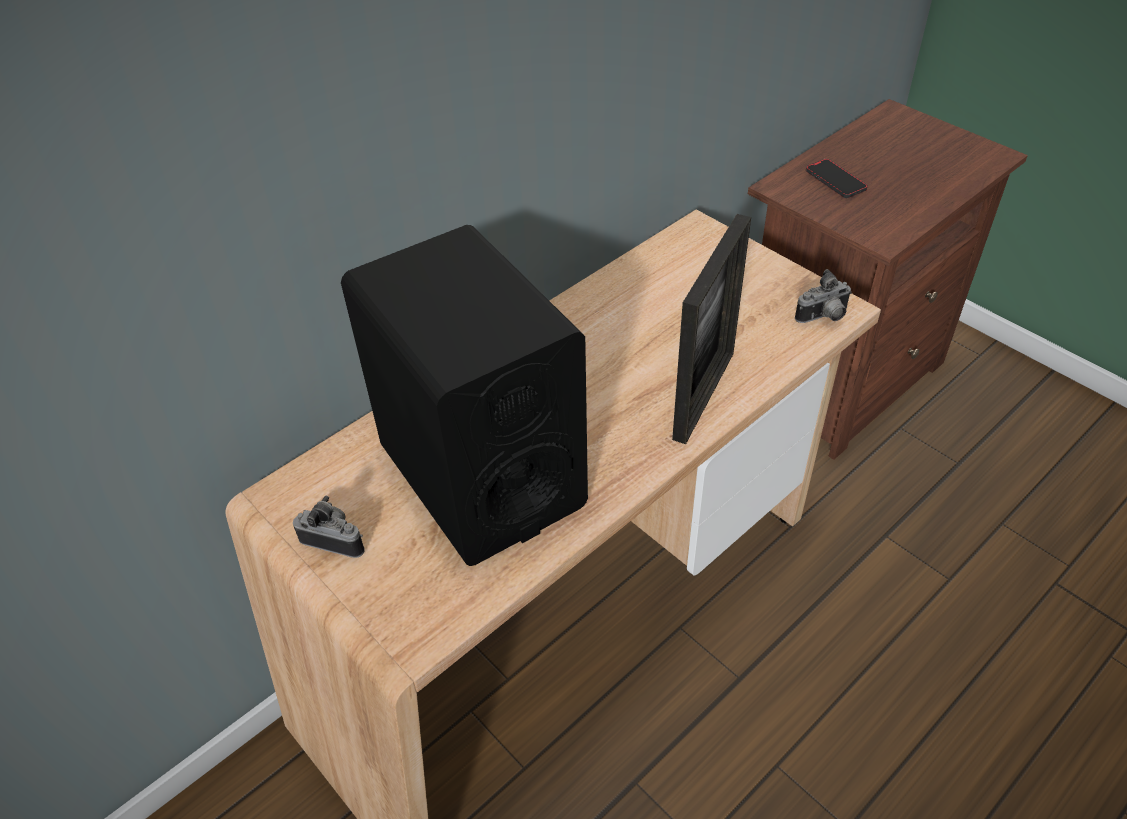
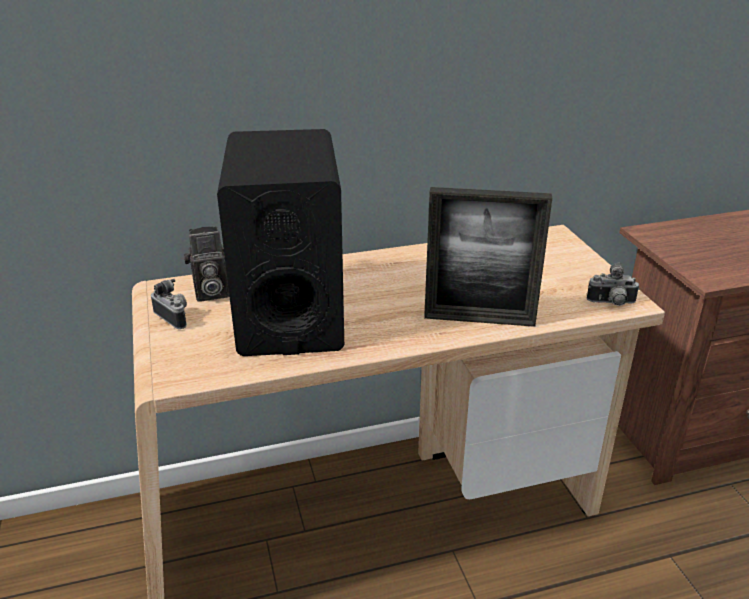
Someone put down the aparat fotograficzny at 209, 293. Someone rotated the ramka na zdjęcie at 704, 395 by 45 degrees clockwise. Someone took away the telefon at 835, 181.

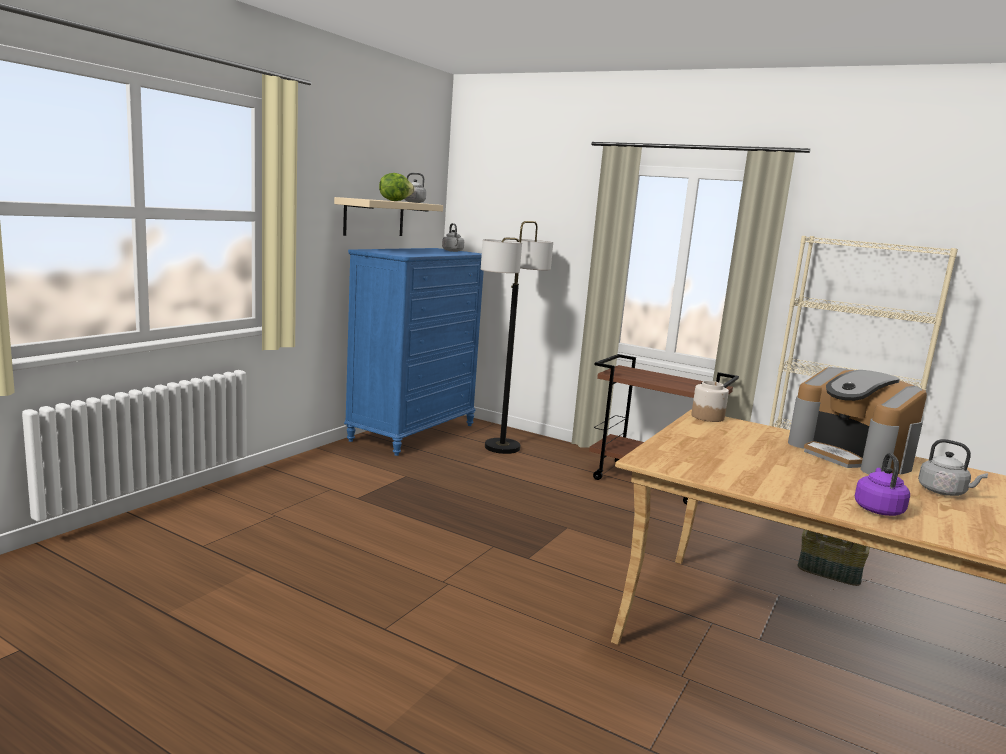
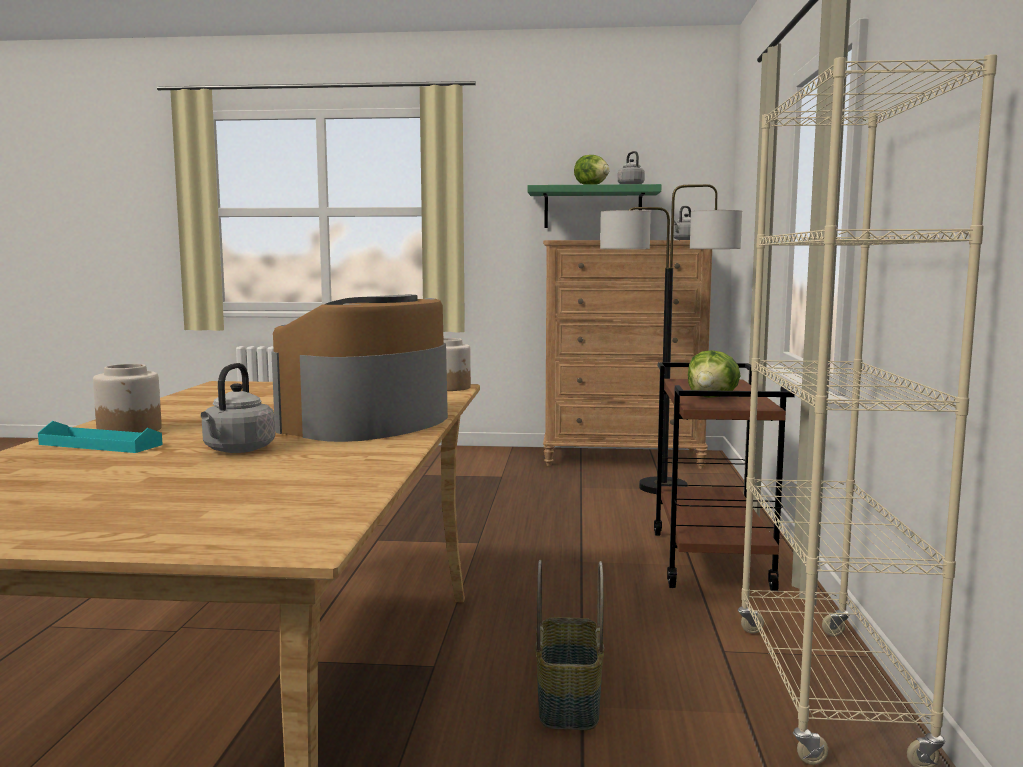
Someone put down the taca [turkusowy] at 100, 444. Someone swapped the czajnik [fioletowy] at 877, 509 for the słoik at 130, 430. Someone repainted the półka [beżowy] at 374, 217, which became the półka [zielony] at 593, 208. Someone repainted the komoda [niebieski] at 413, 432, which became the komoda [brązowy] at 623, 458. Someone put down the sałata at 712, 398.

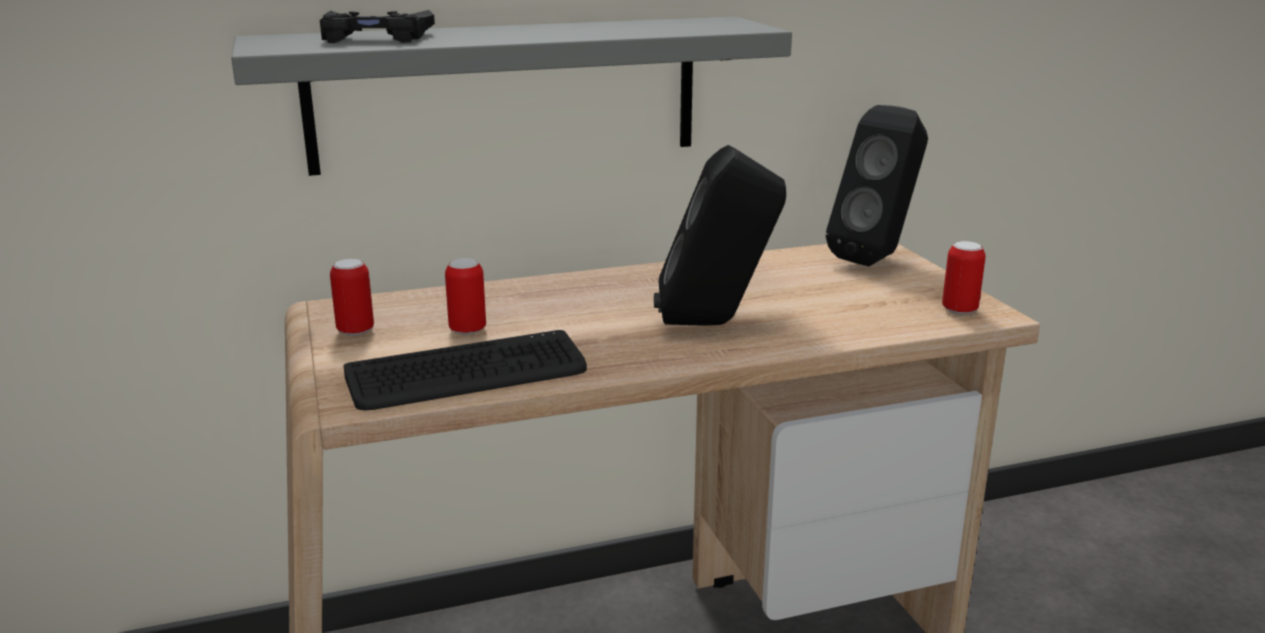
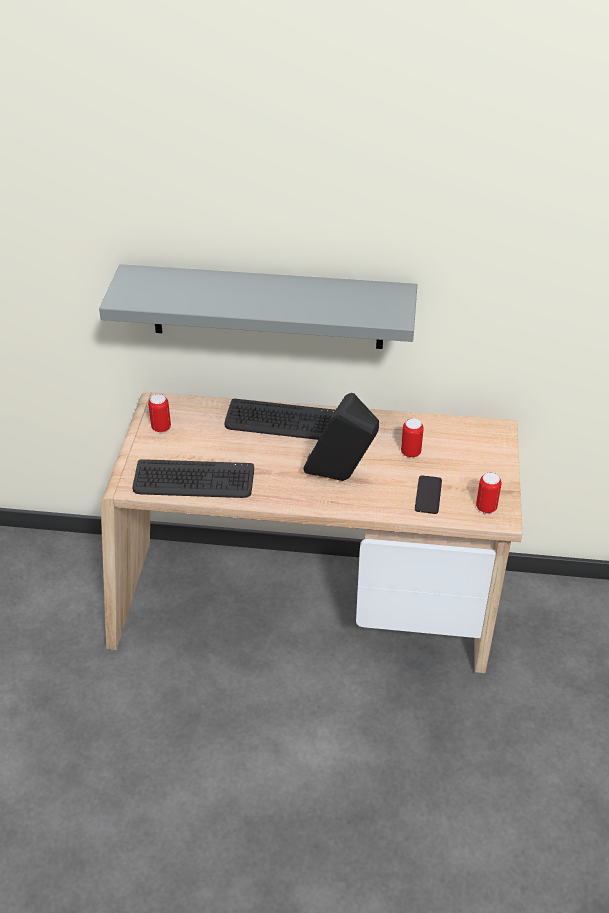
Someone put down the klawiatura at 281, 422. Someone carried the puszka from 467, 330 to 410, 452. Someone put down the telefon at 428, 495. Someone took away the pad do gier [czarny] at 375, 37. Someone took away the głośnik [czarny] at 877, 258.

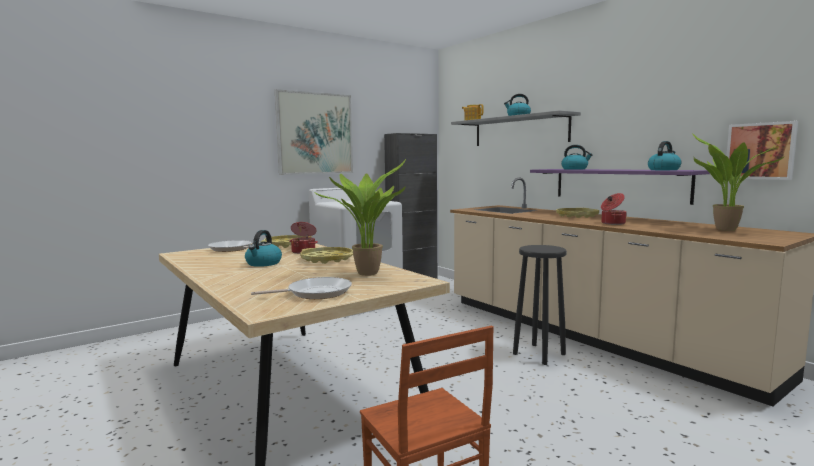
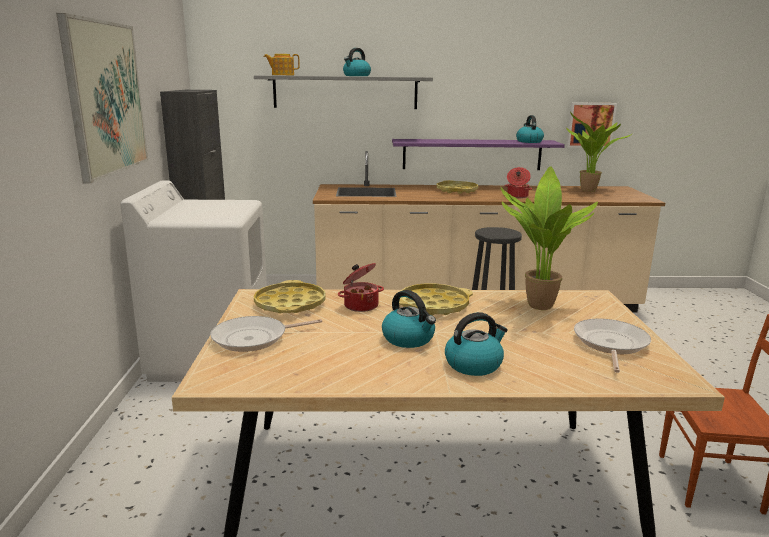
Someone carried the czajnik from 575, 169 to 474, 364.

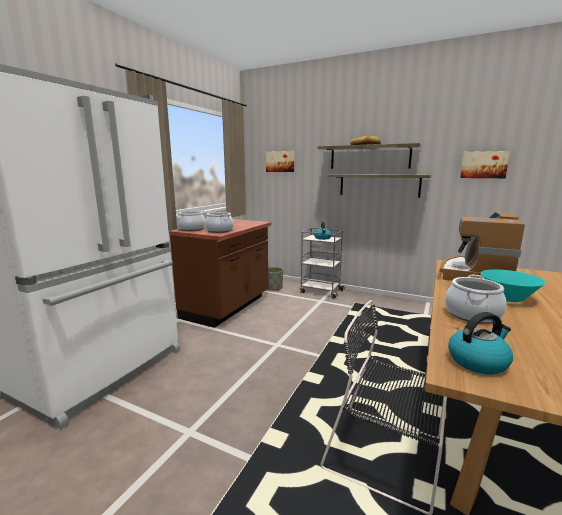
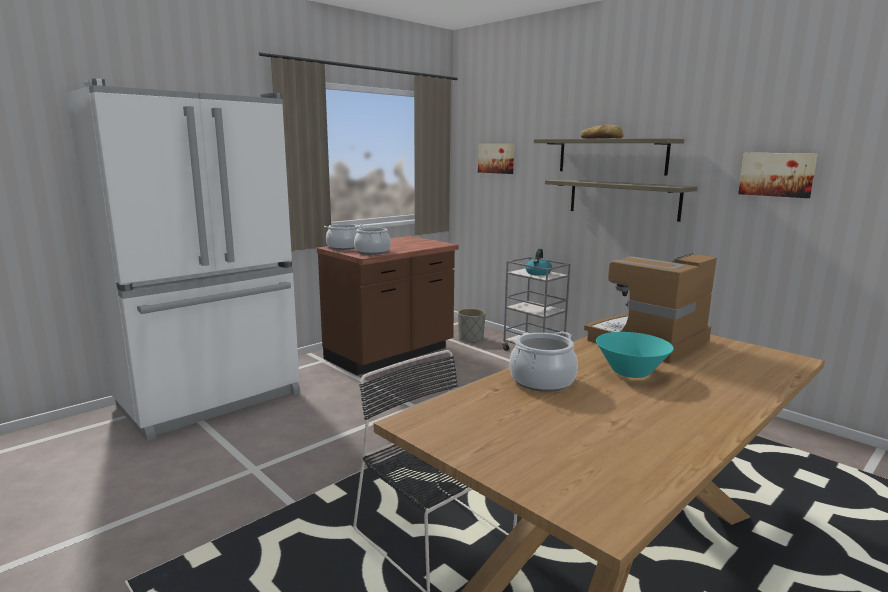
Someone took away the czajnik at 478, 361.

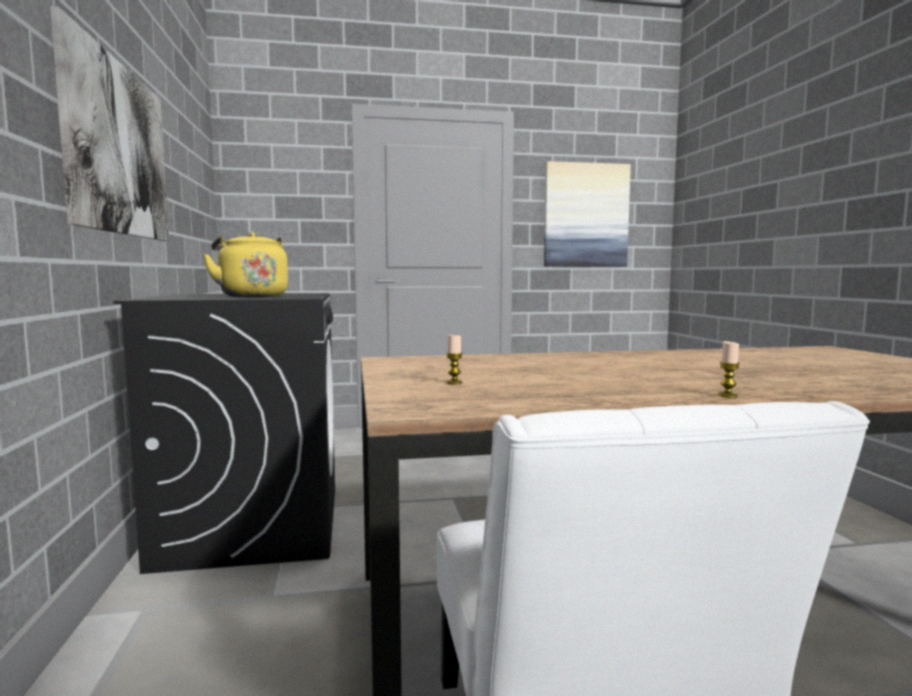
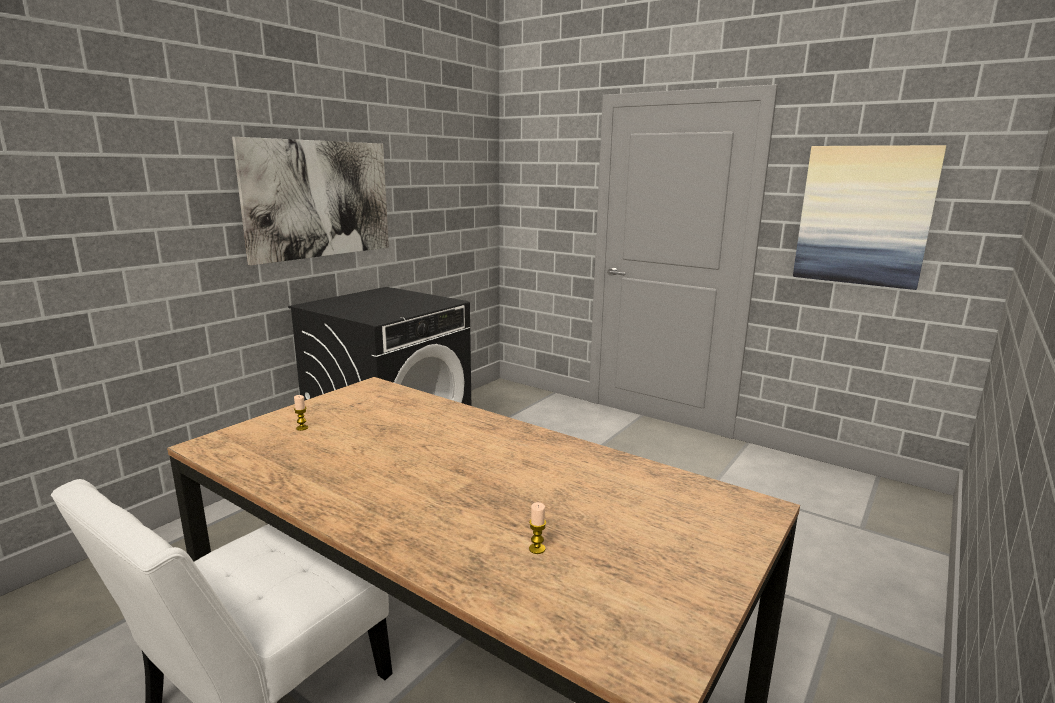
Someone carried the świeca from 727, 395 to 537, 549. Someone took away the czajnik [żółty] at 252, 296.

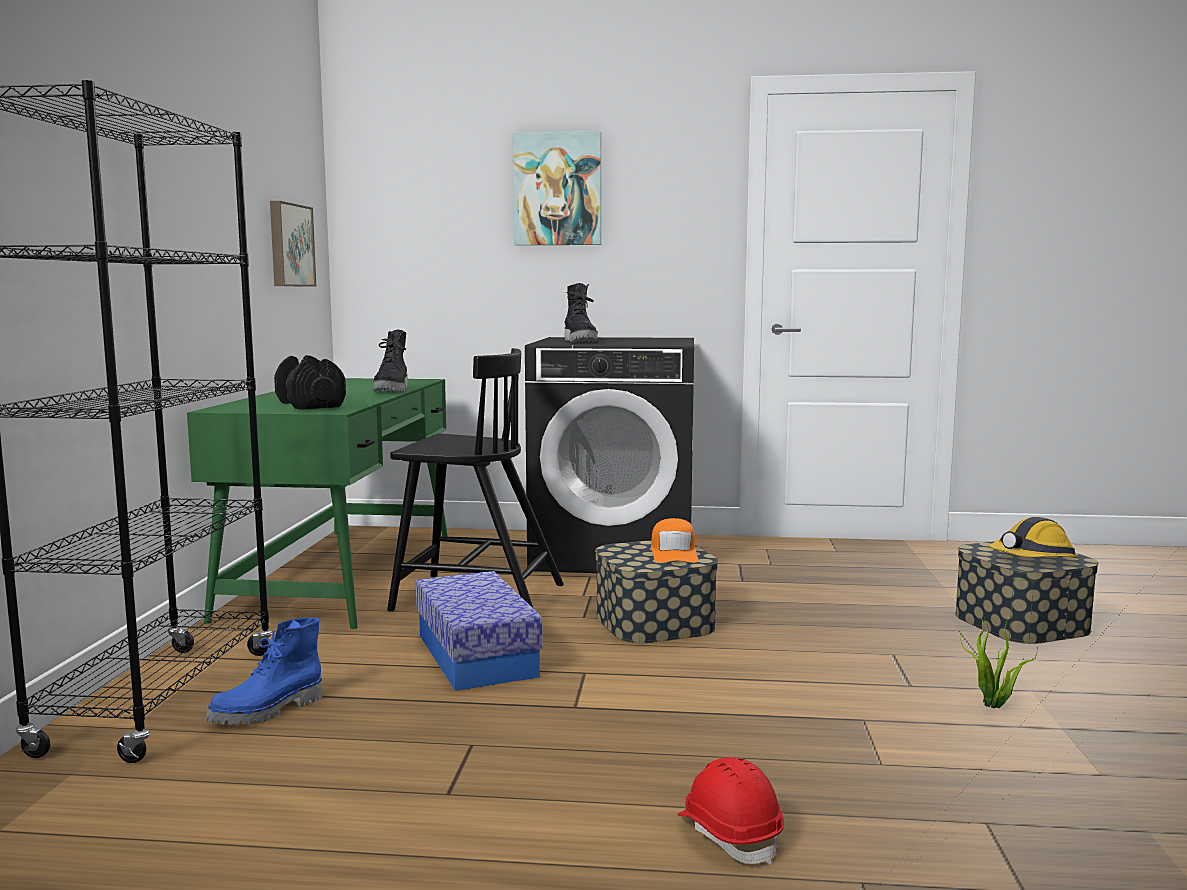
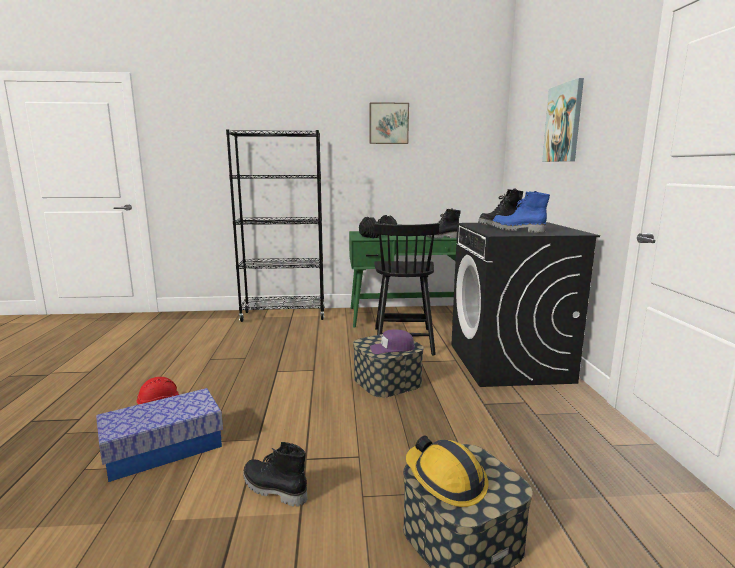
Someone carried the pojemnik do przechowywania from 476, 655 to 164, 448. Someone swapped the roślina doniczkowa at 993, 706 for the but z cholewką [czarny] at 273, 490. Someone carried the obraz from 289, 245 to 388, 123. Someone repainted the czapka z daszkiem [pomarańczowy] at 674, 553, which became the czapka z daszkiem [fioletowy] at 392, 348. Someone carried the but z cholewką [niebieski] from 268, 711 to 517, 230.

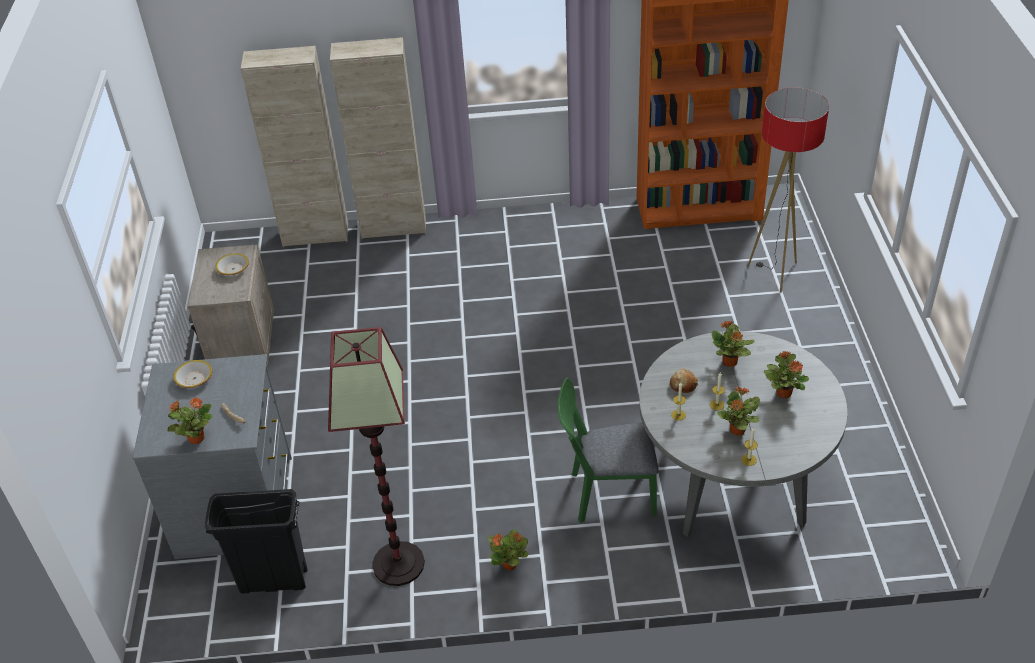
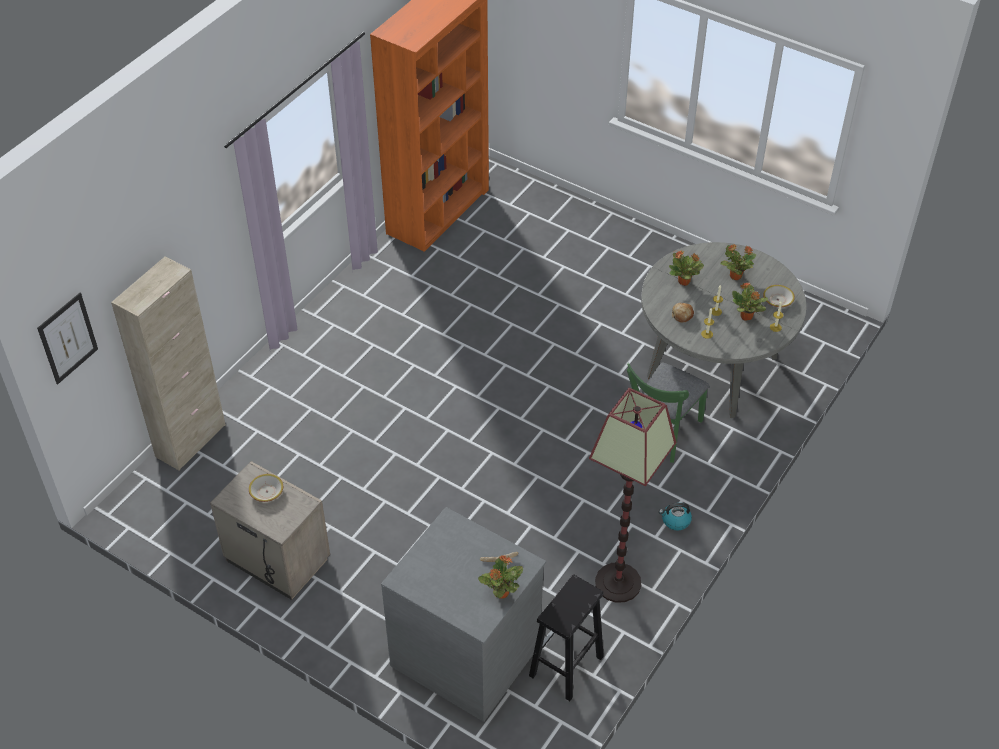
Someone put up the obraz at 68, 338. Someone swapped the kosz na śmieci [czarny] at 273, 581 for the stołek [czarny] at 565, 667. Someone swapped the roślina doniczkowa at 510, 564 for the czajnik at 675, 521. Someone carried the miska from 194, 378 to 777, 300. Someone took away the szafka [beżowy] at 393, 227. Someone took away the lampa stojąca at 774, 273.

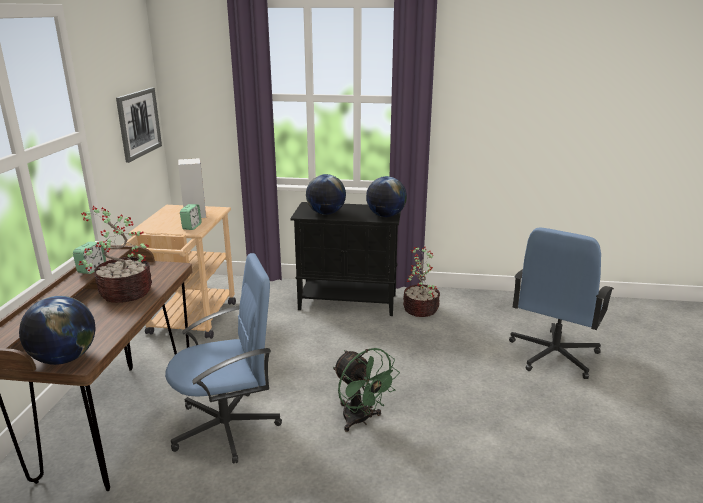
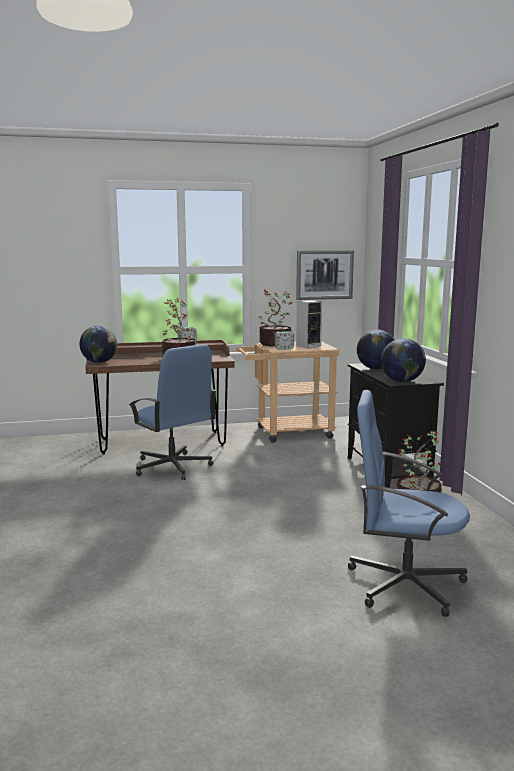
Someone put down the roślina doniczkowa at 274, 344. Someone took away the wentylator [zielony] at 361, 420.

